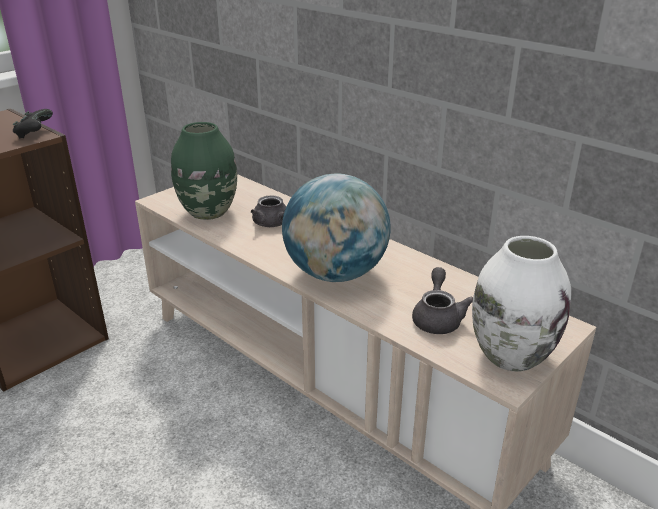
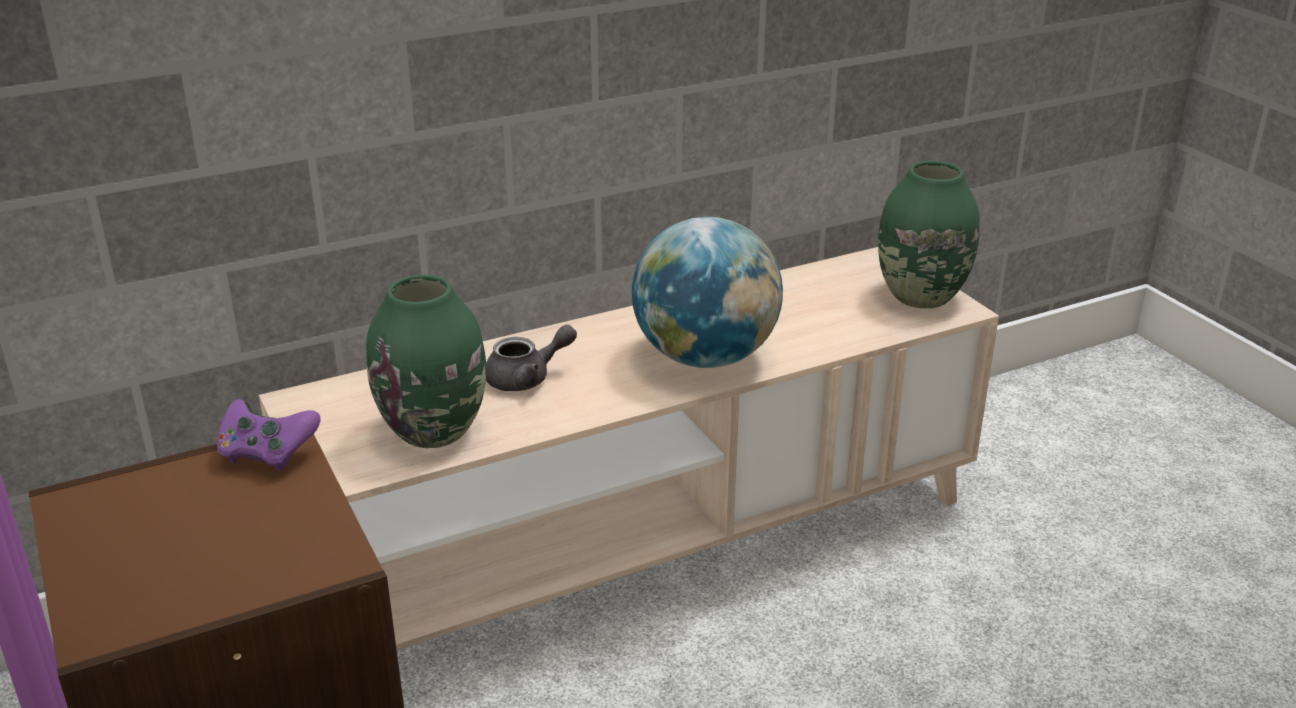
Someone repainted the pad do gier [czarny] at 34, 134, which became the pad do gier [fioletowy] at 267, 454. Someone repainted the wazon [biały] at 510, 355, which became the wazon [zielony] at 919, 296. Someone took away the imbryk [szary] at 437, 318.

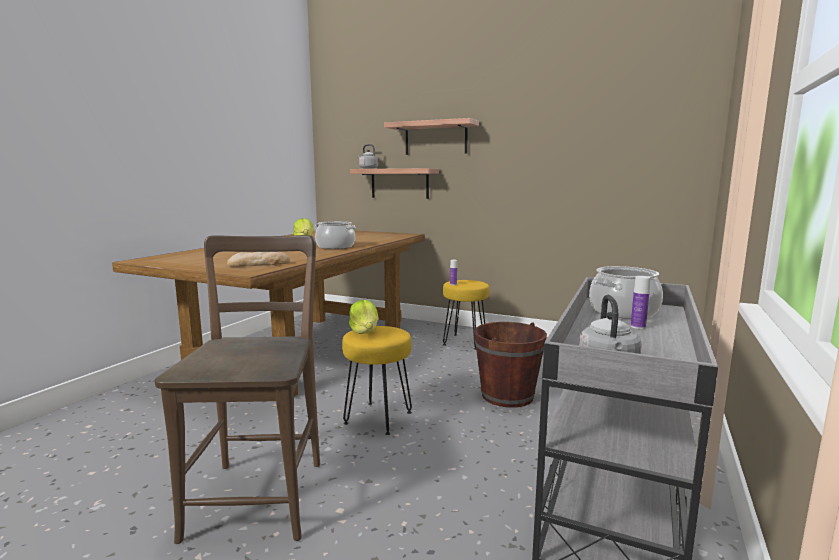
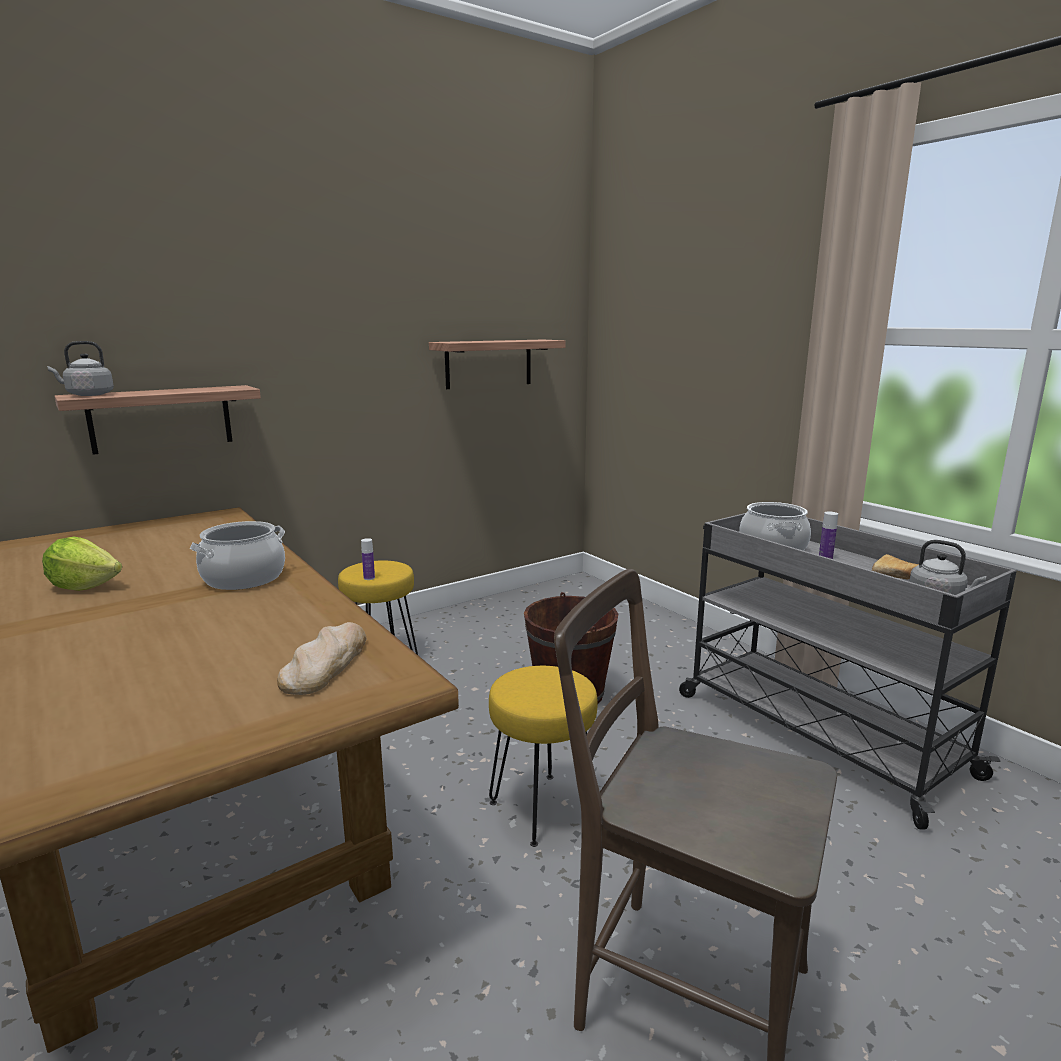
Someone carried the półka from 436, 138 to 489, 363. Someone put down the chleb at 898, 576. Someone took away the sałata at 365, 332.

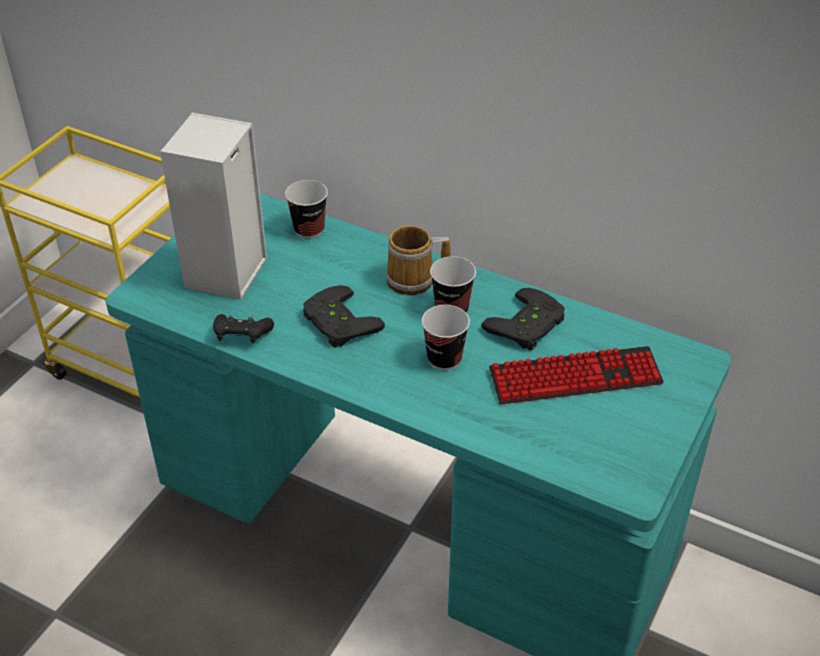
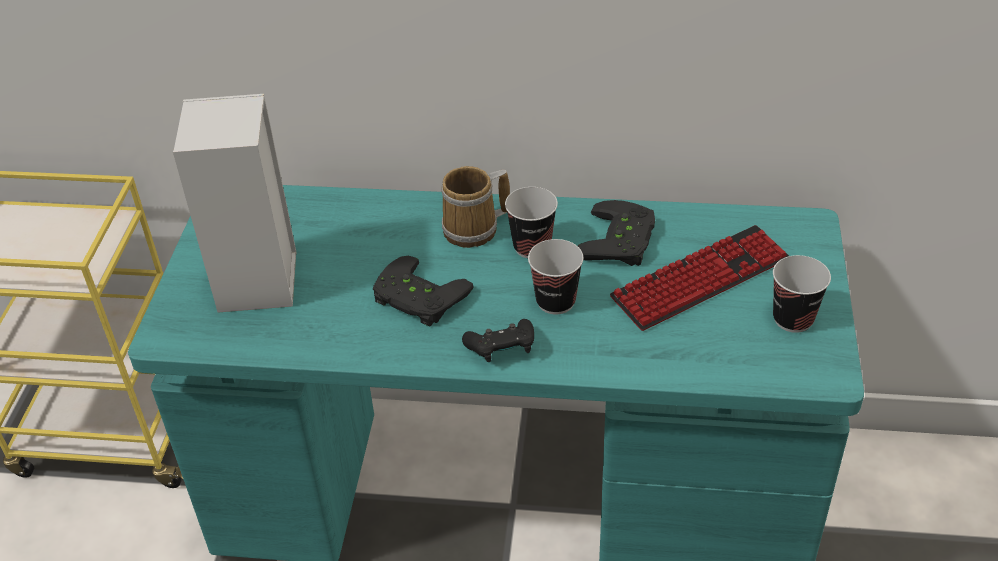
Someone carried the pad do gier [czarny] from 242, 337 to 502, 350. Someone carried the filiżanka from 309, 229 to 793, 319.

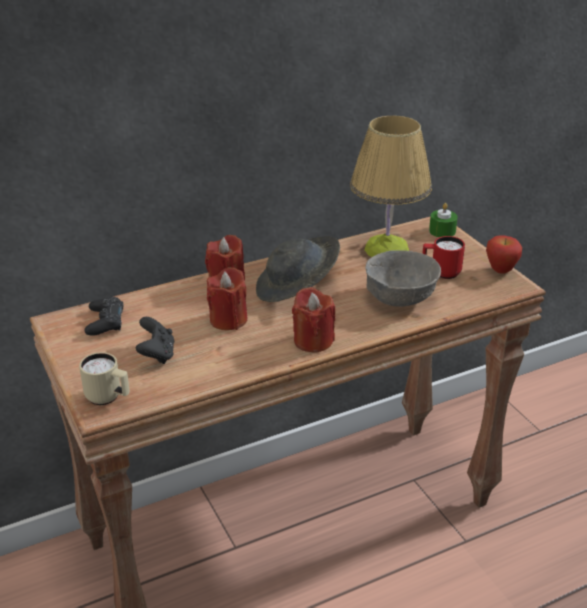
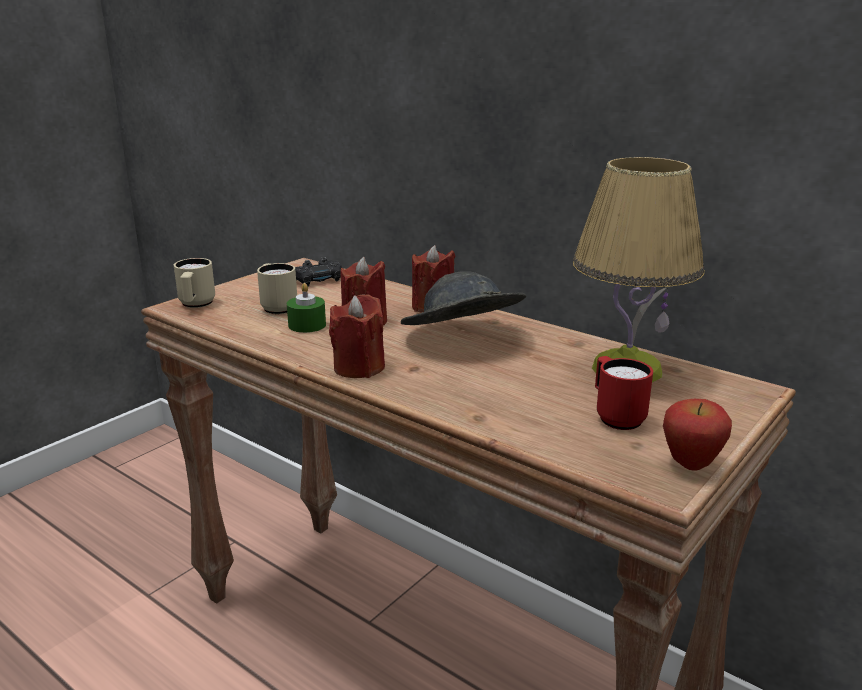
Someone swapped the pad do gier [czarny] at 157, 354 for the kubek [beżowy] at 277, 307. Someone carried the świeca [zielony] from 442, 231 to 307, 325. Someone took away the miska [szary] at 400, 299.

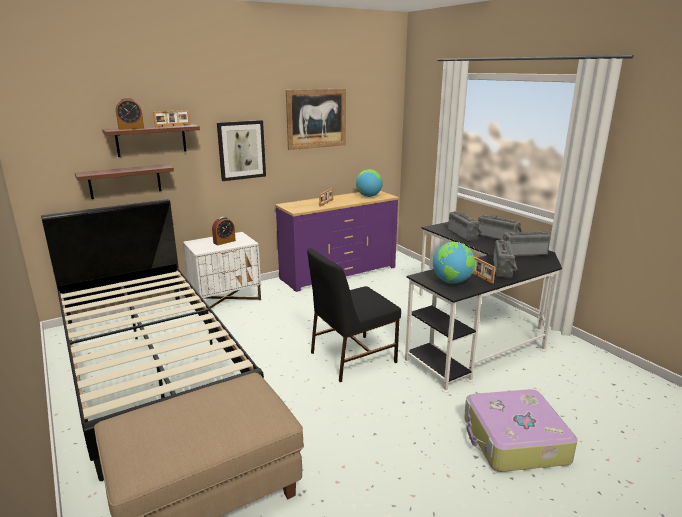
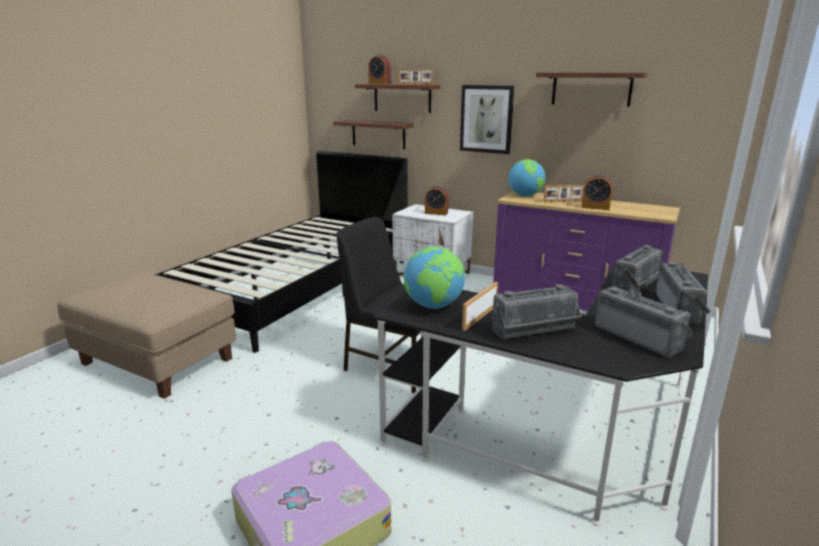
Someone carried the globus from 368, 196 to 525, 196. Someone swapped the obraz at 316, 118 for the półka at 591, 89. Someone put down the budzik at 595, 207.

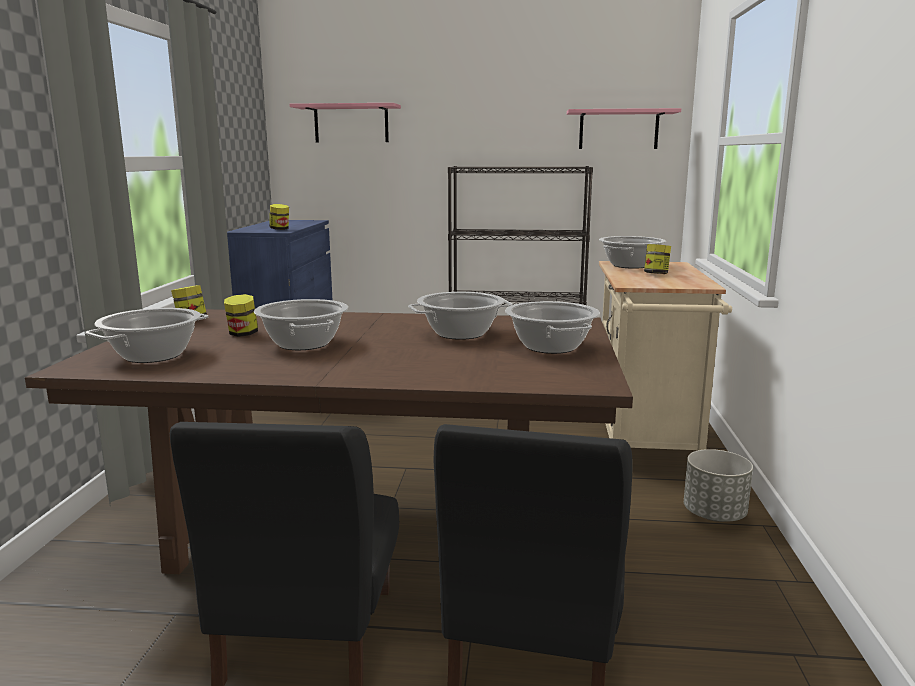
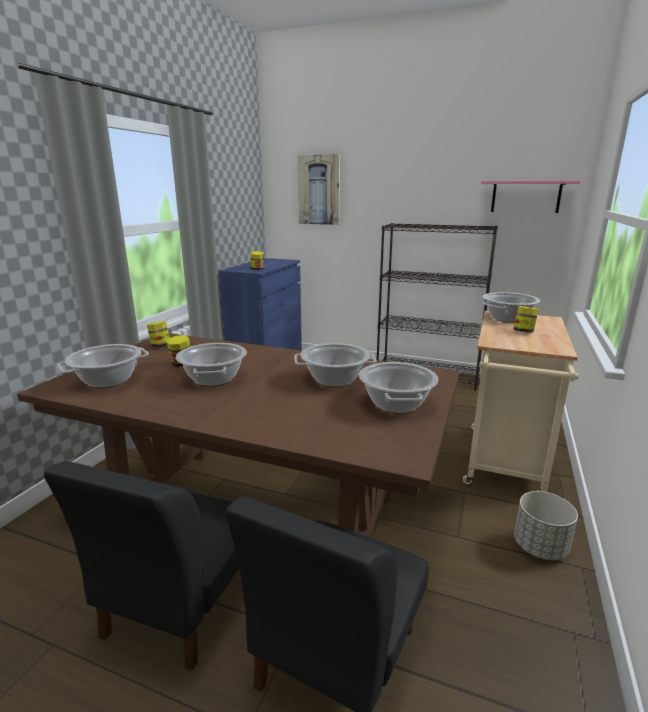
Someone swapped the półka [różowy] at 351, 124 for the obraz at 319, 190.

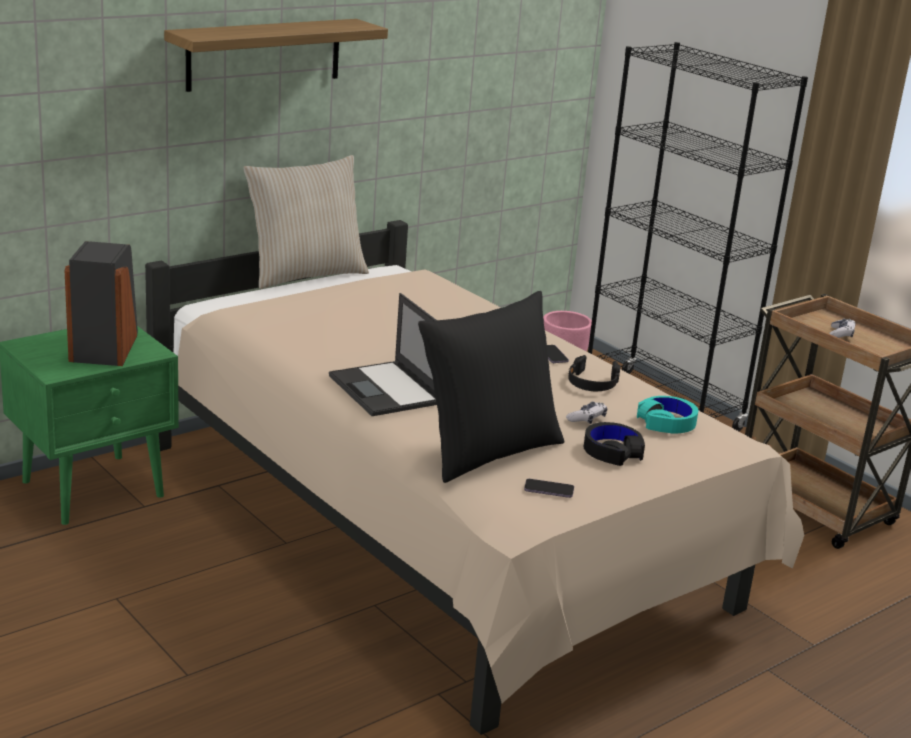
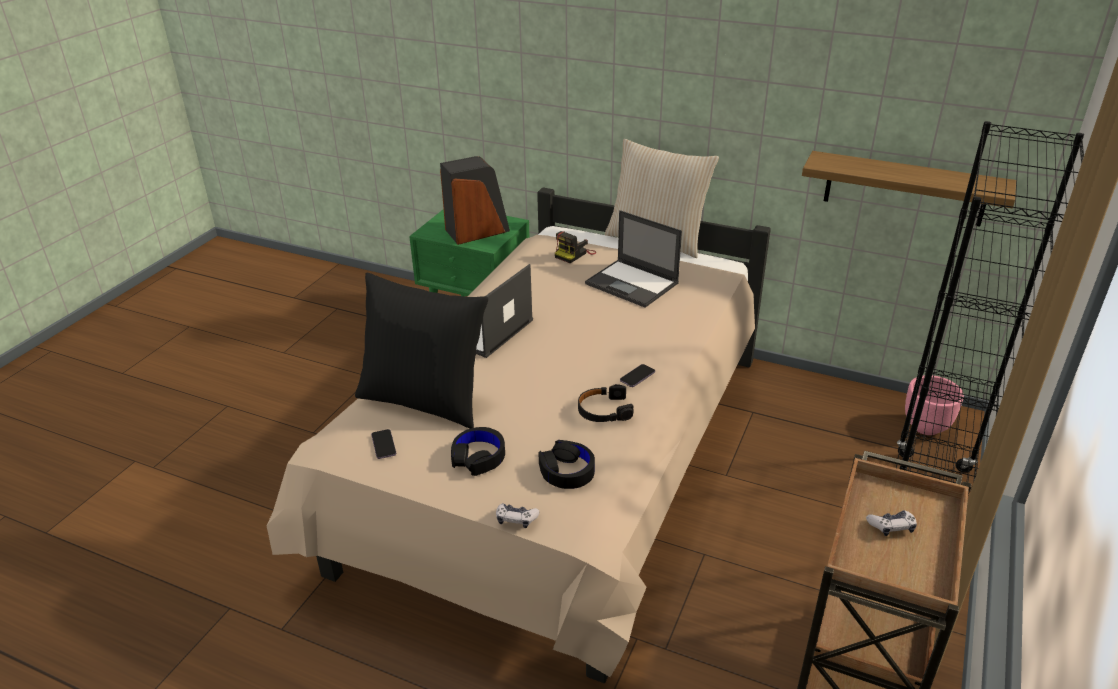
Someone carried the pad do gier from 587, 419 to 516, 519. Someone repainted the słuchawki [turkusowy] at 666, 422, which became the słuchawki [czarny] at 567, 471. Someone put down the aparat fotograficzny at 574, 254. Someone put down the laptop at 633, 284. Someone carried the półka from 264, 54 to 905, 189.

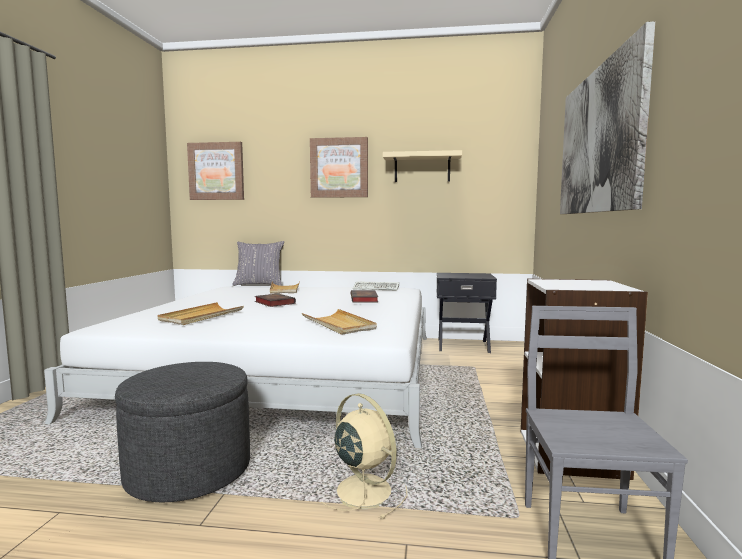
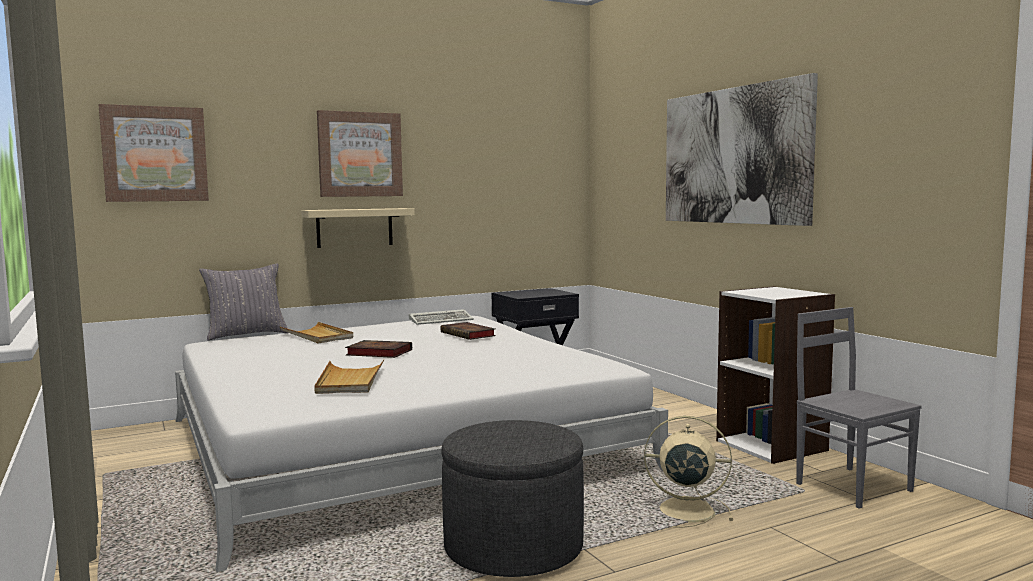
Someone carried the półka [beżowy] from 422, 168 to 354, 227. Someone took away the taca [beżowy] at 339, 324.

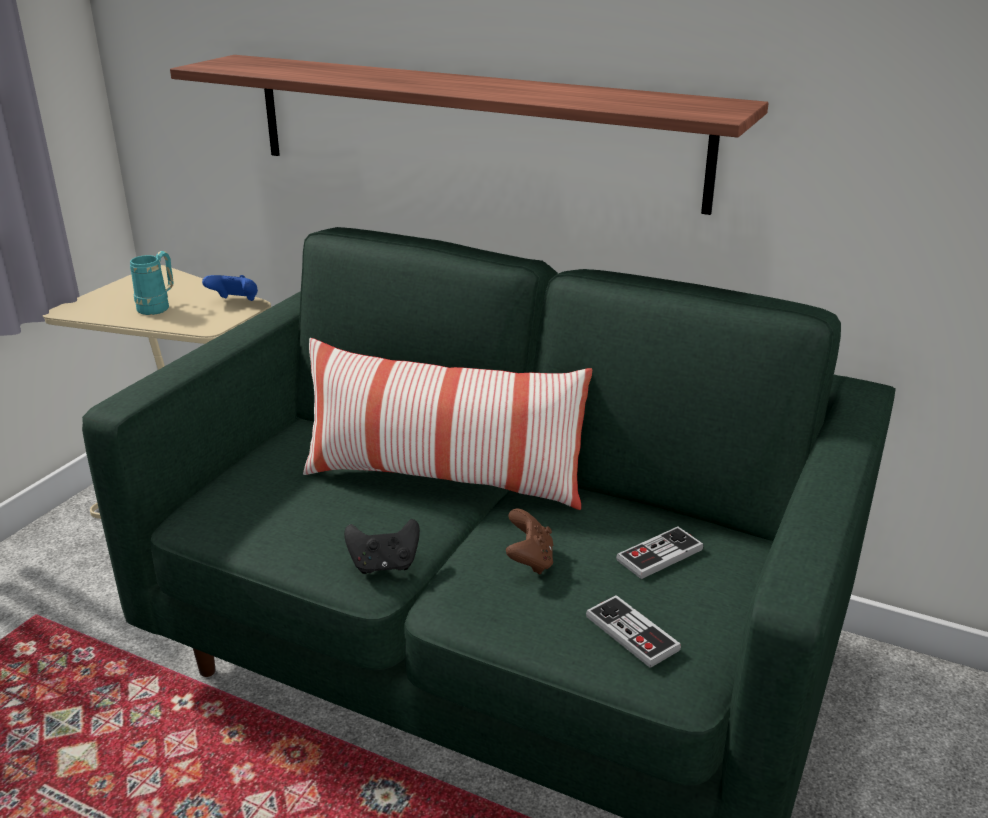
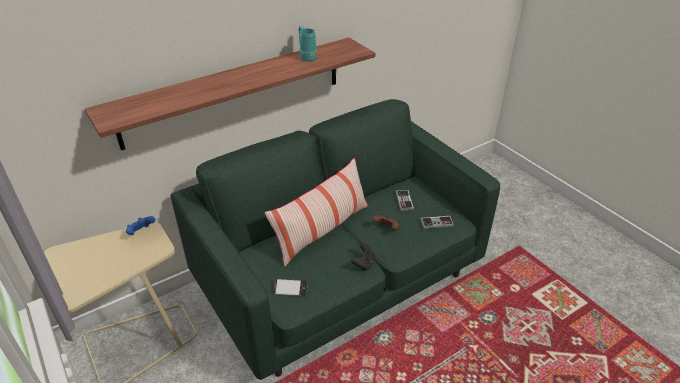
Someone put down the telefon at 290, 289. Someone carried the kubek [turkusowy] from 158, 307 to 306, 56.

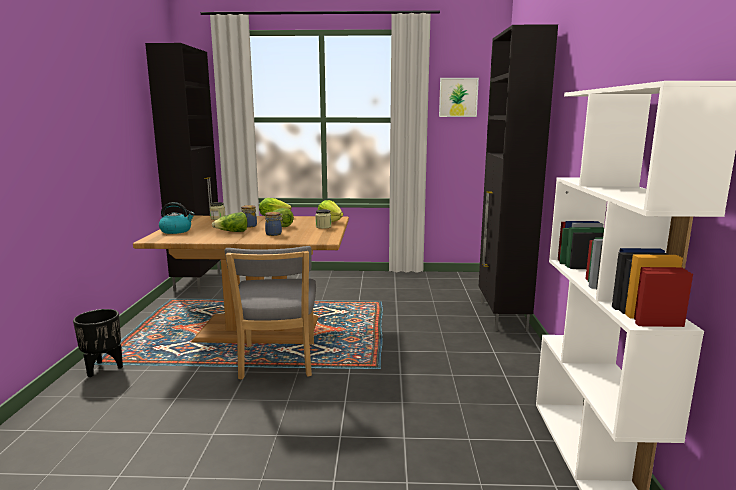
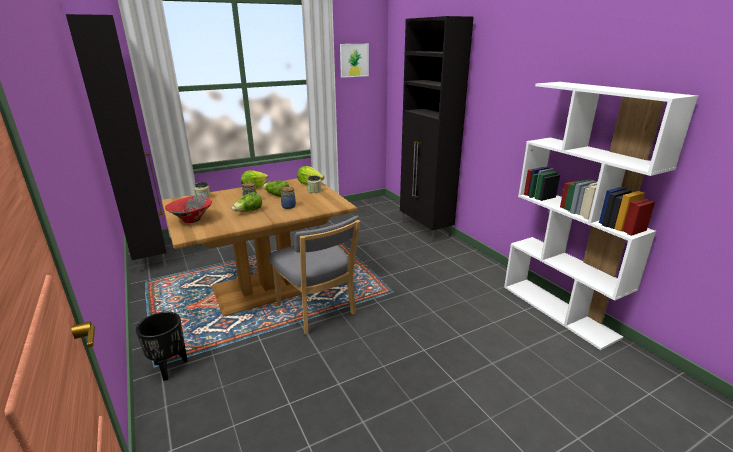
Someone swapped the czajnik at 176, 231 for the miska [czerwony] at 191, 220.

